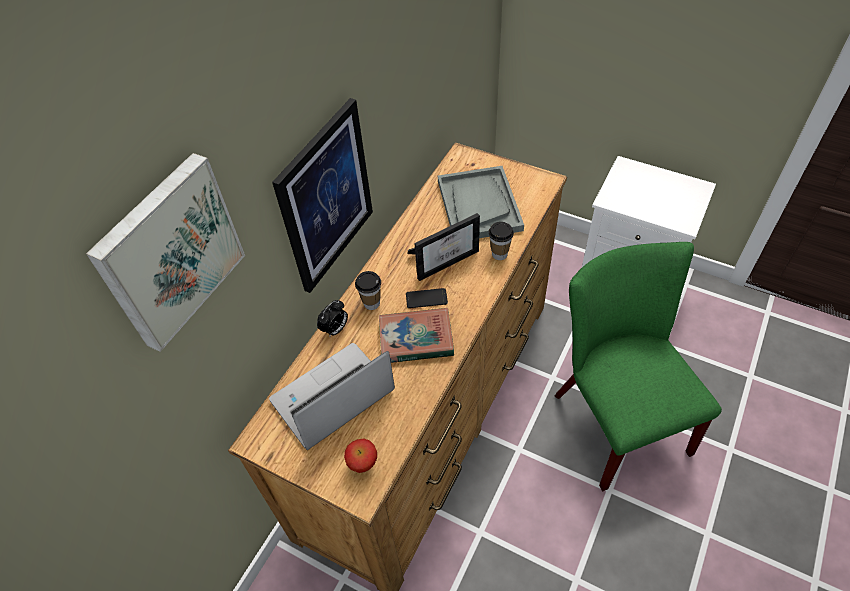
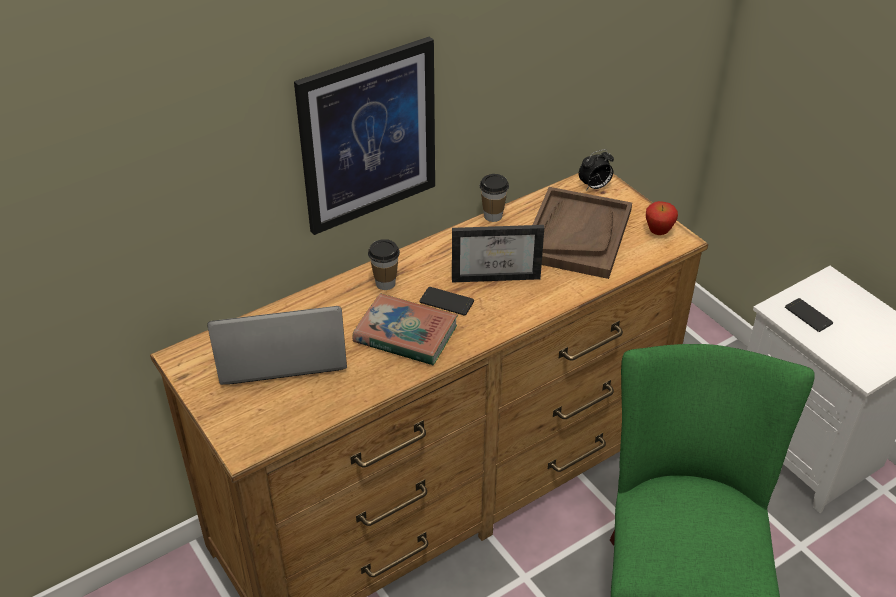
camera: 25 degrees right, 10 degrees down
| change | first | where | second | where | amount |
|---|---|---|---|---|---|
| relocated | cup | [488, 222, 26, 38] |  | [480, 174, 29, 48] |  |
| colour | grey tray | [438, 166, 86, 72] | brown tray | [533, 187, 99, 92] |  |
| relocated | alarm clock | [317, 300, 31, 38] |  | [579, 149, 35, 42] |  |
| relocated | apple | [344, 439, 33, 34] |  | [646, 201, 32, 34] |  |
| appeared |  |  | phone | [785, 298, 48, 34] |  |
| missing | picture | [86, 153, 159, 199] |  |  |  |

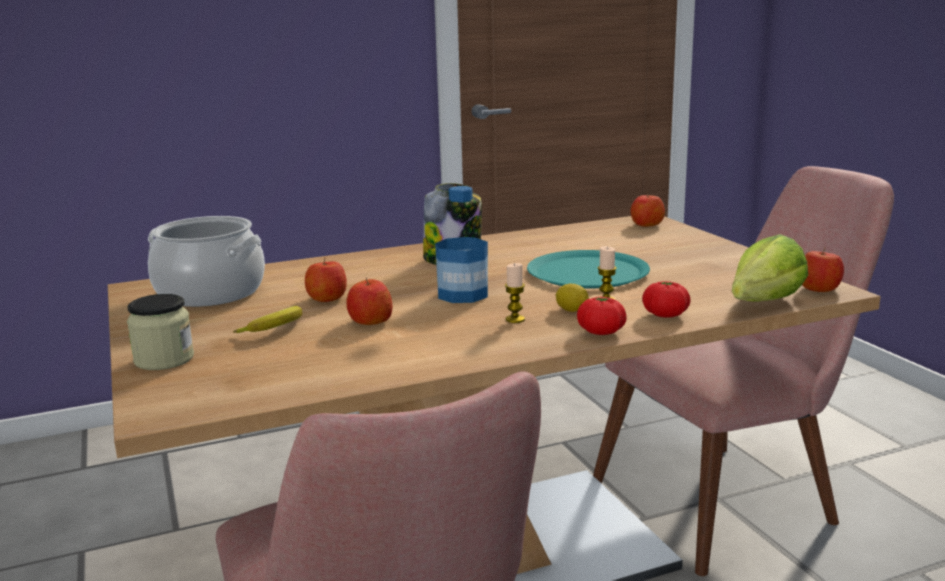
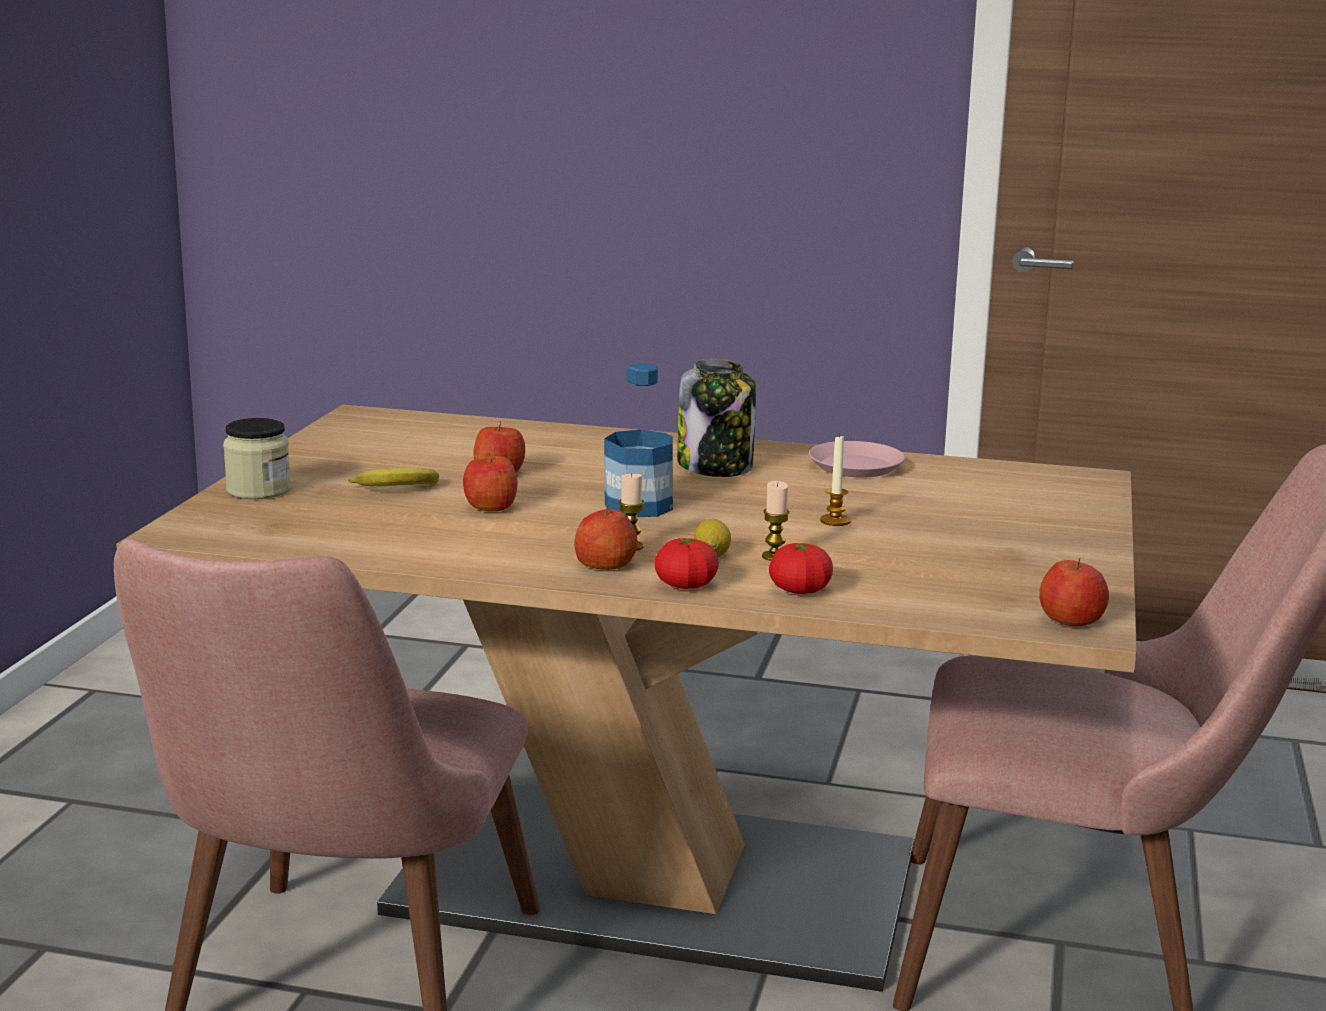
camera: 35 degrees right, 0 degrees up
| change | first | where | second | where | amount |
|---|---|---|---|---|---|
| relocated | apple | [630, 192, 35, 35] |  | [574, 504, 64, 66] |  |
| appeared |  |  | pink plate | [809, 441, 96, 36] |  |
| exchanged | turquoise plate | [527, 250, 123, 38] | candle | [820, 434, 31, 92] |  |
| missing | cooking pot | [148, 216, 117, 91] |  |  |  |
| missing | lettuce | [732, 234, 76, 68] |  |  |  |

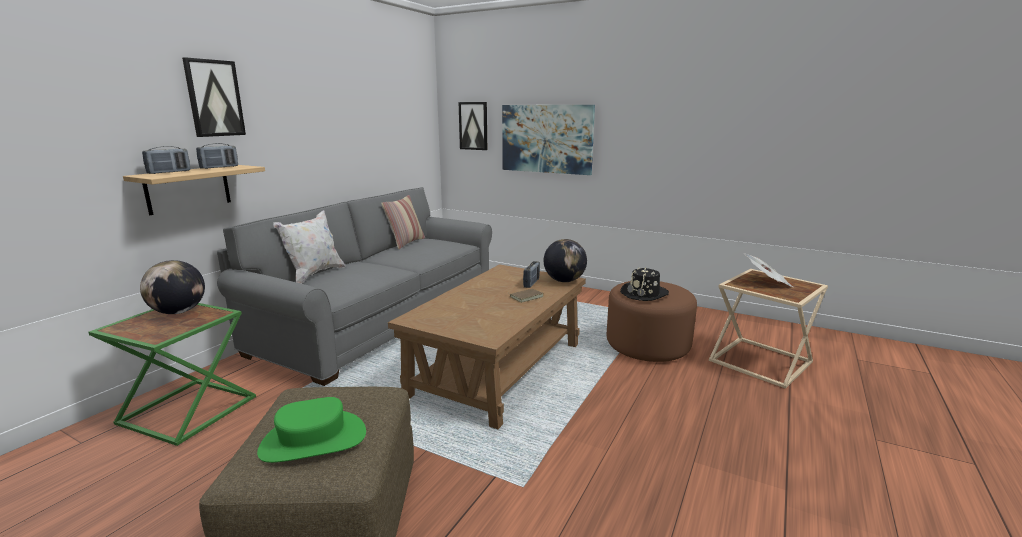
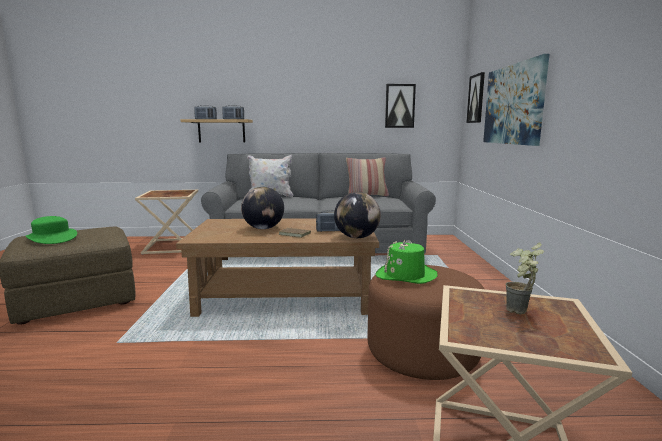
camera: 60 degrees right, 5 degrees down
| change | first | where | second | where | amount |
|---|---|---|---|---|---|
| colour | green side table | [88, 303, 168, 143] | beige side table | [135, 190, 63, 64] |  |
| relocated | globe | [140, 260, 65, 54] |  | [241, 187, 43, 42] |  |
| colour | black hat | [620, 267, 49, 34] | green hat | [376, 239, 62, 45] |  |
| relocated | picture | [182, 57, 64, 80] |  | [385, 84, 31, 44] |  |
| exchanged | newspaper | [743, 253, 50, 34] | potted plant | [505, 242, 40, 72] |  |

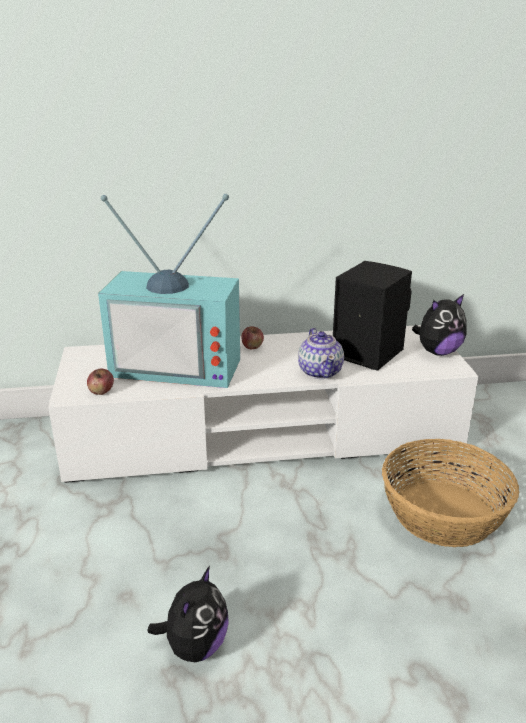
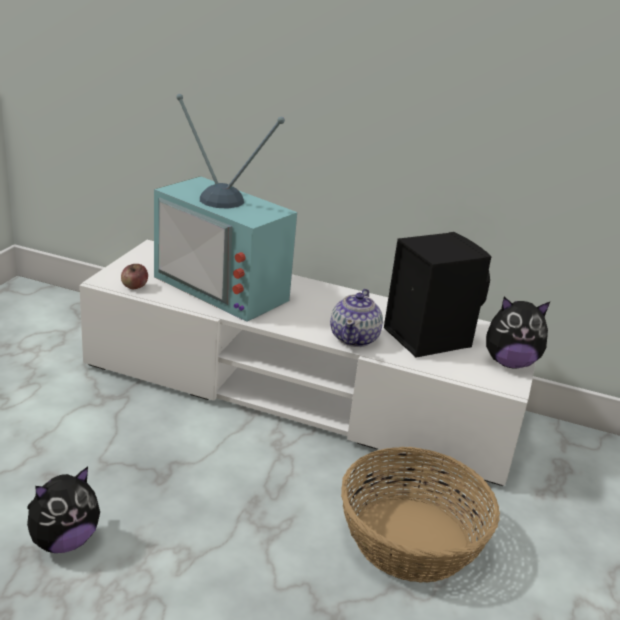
camera: 25 degrees right, 0 degrees up
| change | first | where | second | where | amount |
|---|---|---|---|---|---|
| missing | apple | [241, 326, 23, 23] |  |  |  |

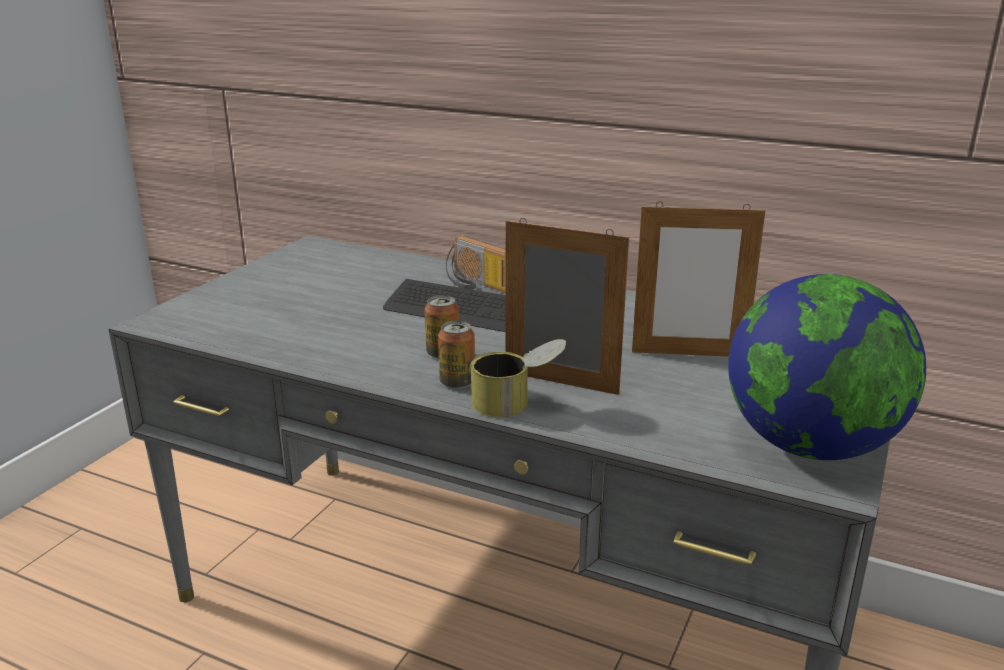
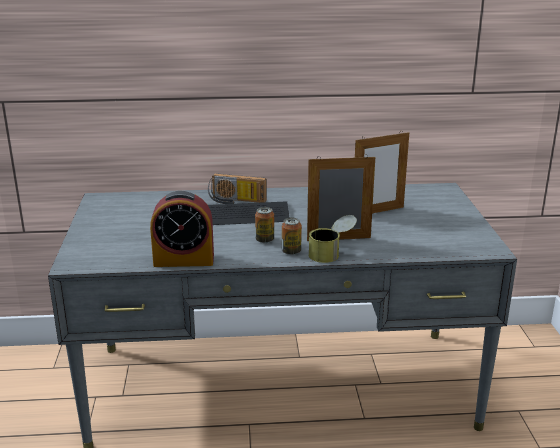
camera: 30 degrees left, 0 degrees up
| change | first | where | second | where | amount |
|---|---|---|---|---|---|
| appeared |  |  | alarm clock | [150, 191, 64, 76] |  |
| missing | globe | [728, 274, 198, 186] |  |  |  |

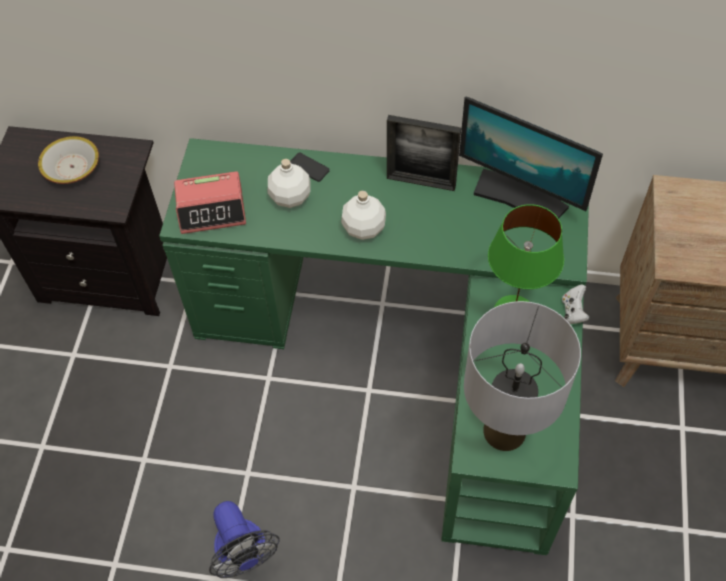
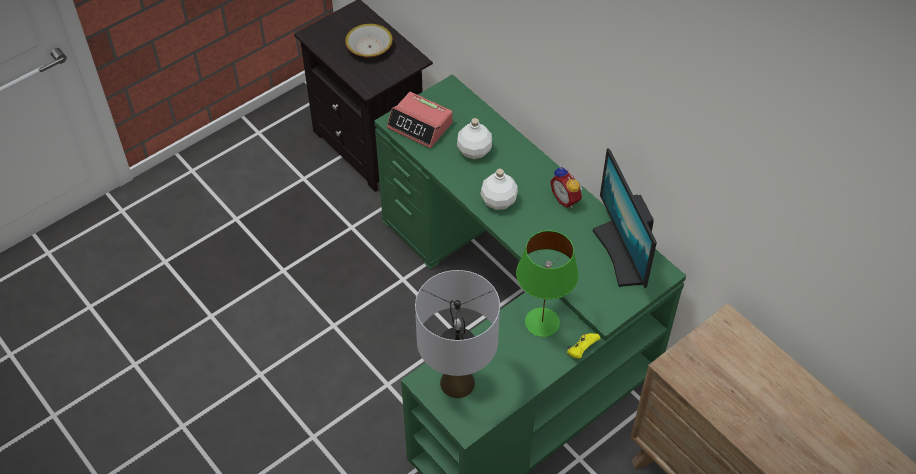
camera: 40 degrees right, 5 degrees down
| change | first | where | second | where | amount |
|---|---|---|---|---|---|
| exchanged | picture frame | [387, 115, 74, 76] | alarm clock | [550, 167, 32, 41] |  |
| colour | white game controller | [562, 284, 28, 40] | yellow game controller | [567, 333, 33, 26] |  |
| missing | fan | [209, 501, 71, 77] |  |  |  |
| missing | phone | [290, 153, 40, 29] |  |  |  |

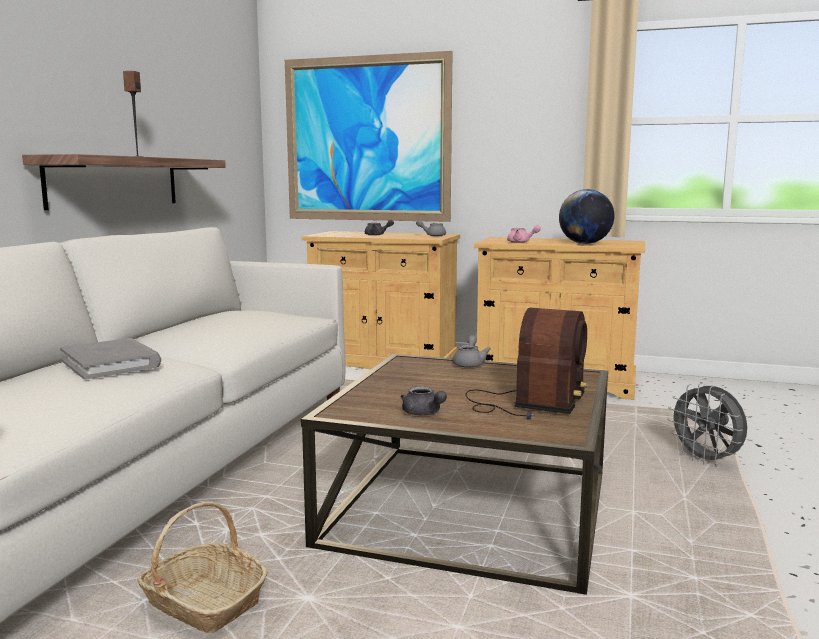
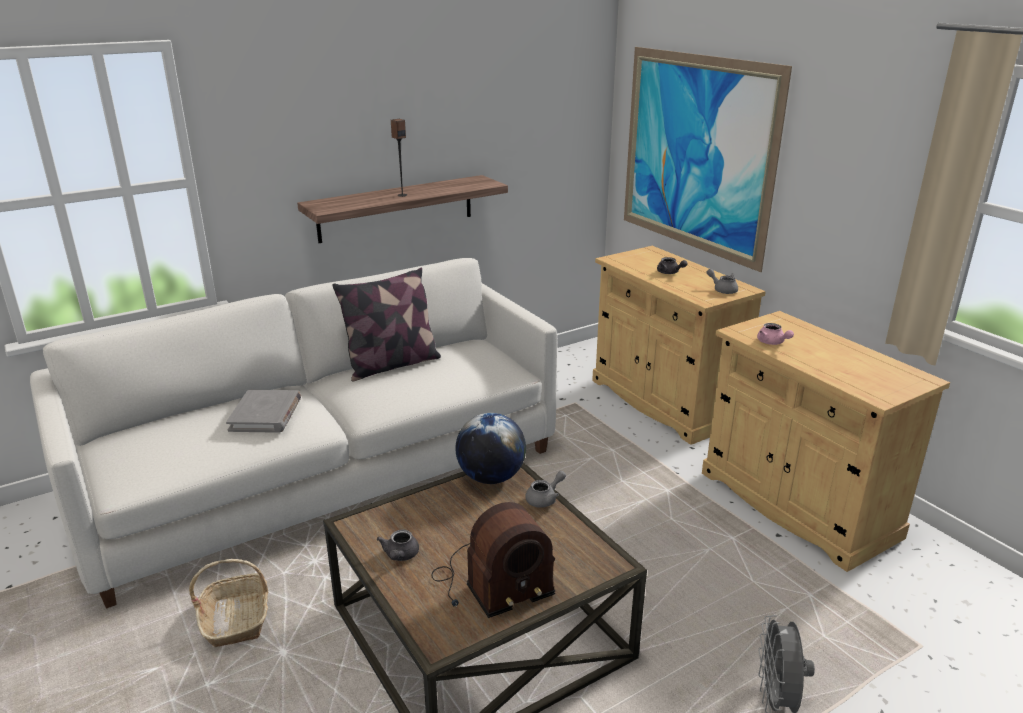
camera: 40 degrees right, 15 degrees up
| change | first | where | second | where | amount |
|---|---|---|---|---|---|
| appeared |  |  | pillow | [332, 268, 109, 113] |  |
| relocated | globe | [559, 189, 55, 55] |  | [455, 413, 71, 71] |  |

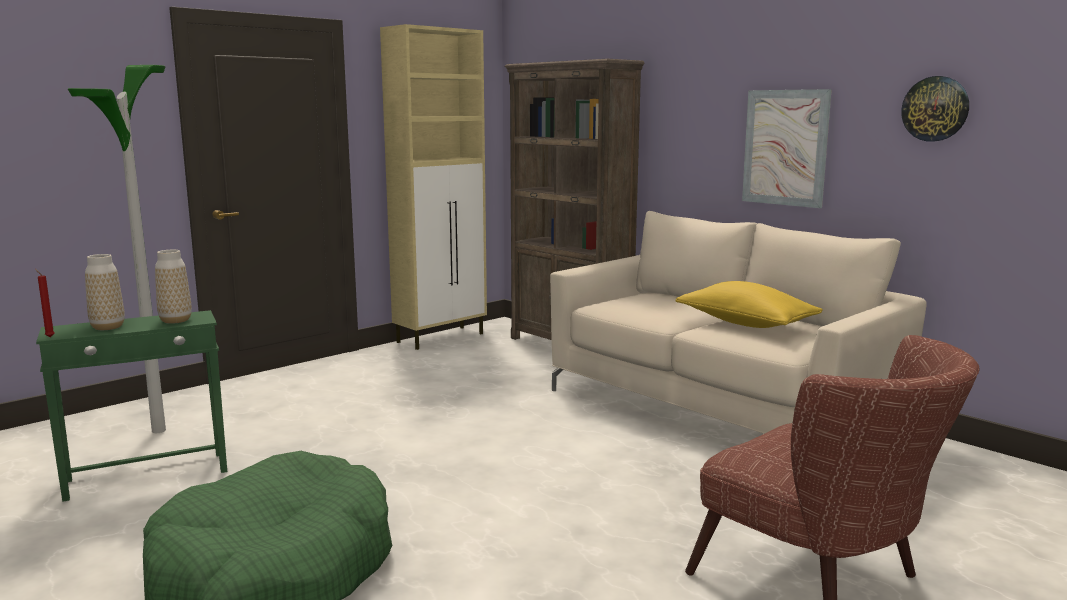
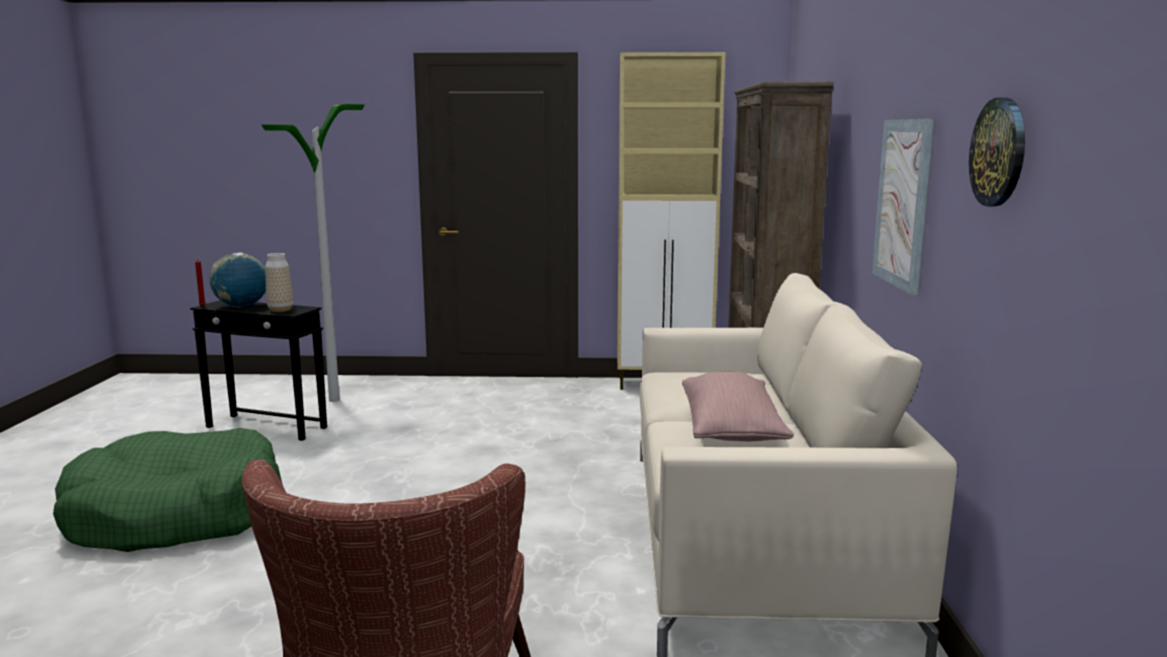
camera: 45 degrees right, 0 degrees up
| change | first | where | second | where | amount |
|---|---|---|---|---|---|
| colour | green side table | [36, 310, 191, 192] | black side table | [190, 300, 137, 141] |  |
| exchanged | vase | [85, 254, 40, 76] | globe | [210, 252, 56, 55] |  |
| colour | yellow pillow | [675, 281, 148, 47] | pink pillow | [682, 372, 112, 69] |  |

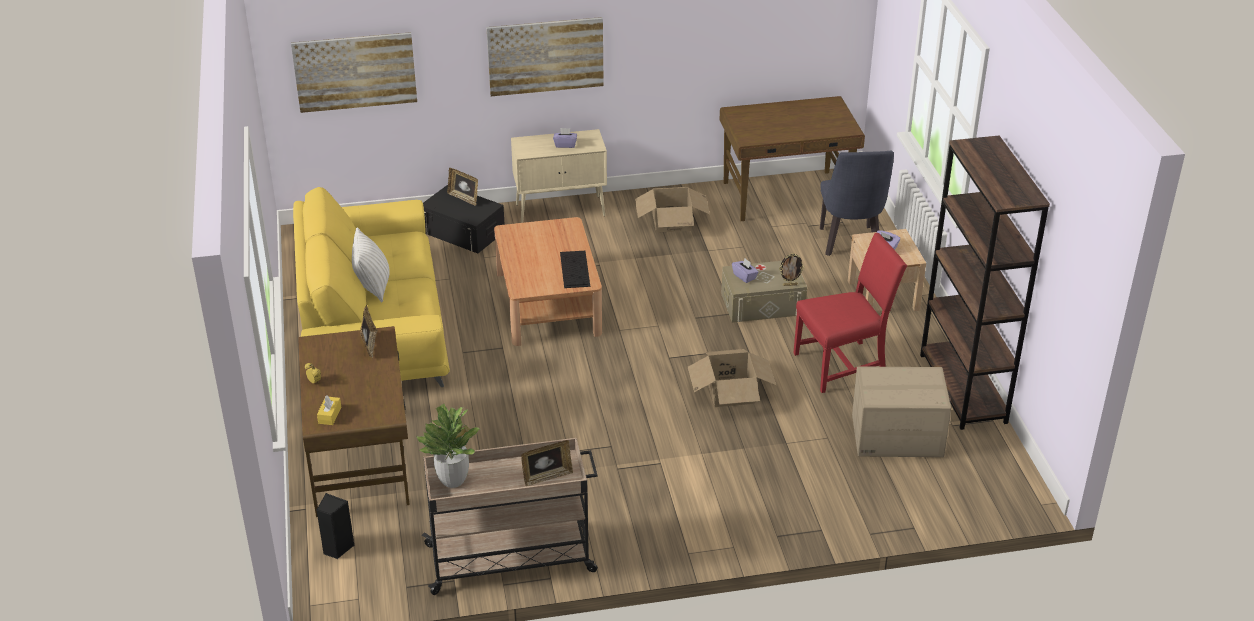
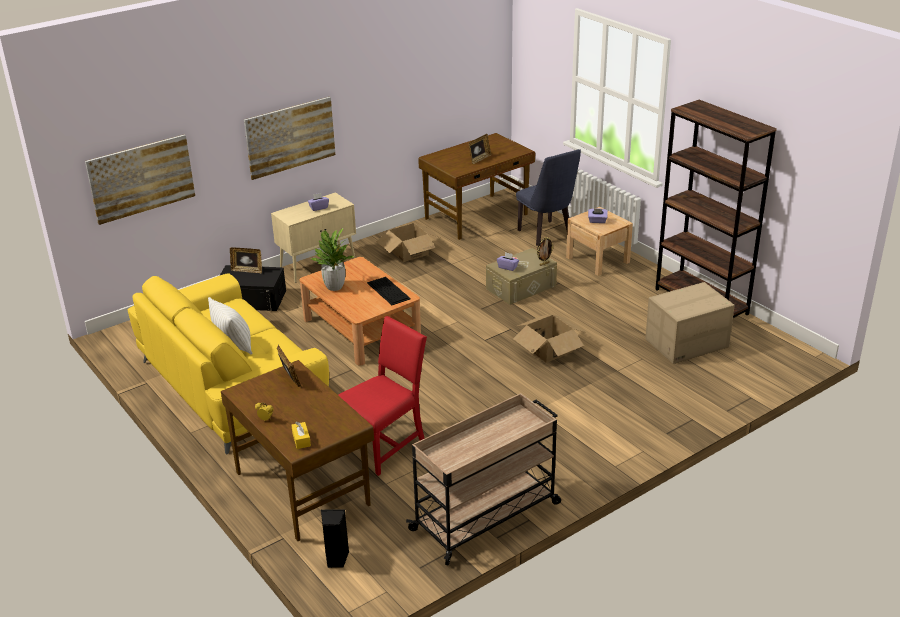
camera: 25 degrees left, 5 degrees down
| change | first | where | second | where | amount |
|---|---|---|---|---|---|
| relocated | potted plant | [417, 403, 63, 85] |  | [310, 228, 44, 63] |  |
| relocated | red chair | [793, 233, 114, 160] |  | [338, 316, 89, 160] |  |
| relocated | picture frame | [521, 440, 52, 46] |  | [469, 134, 23, 30] |  |

